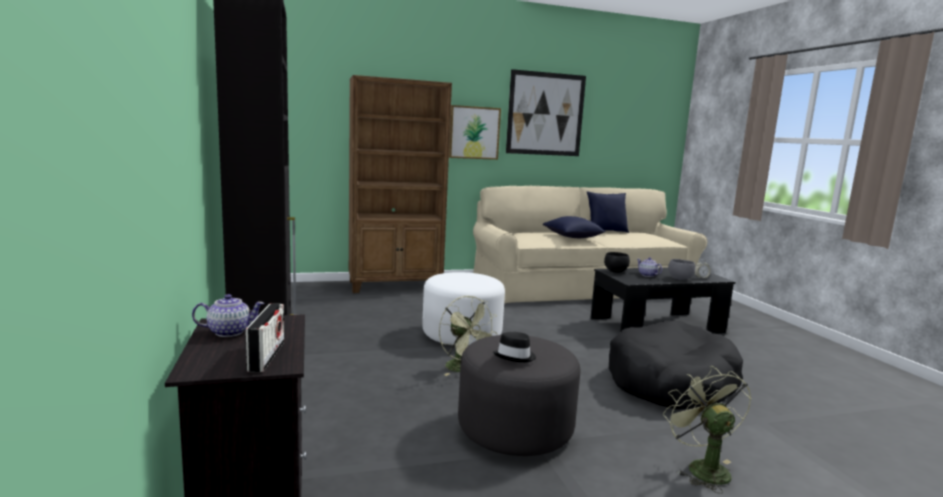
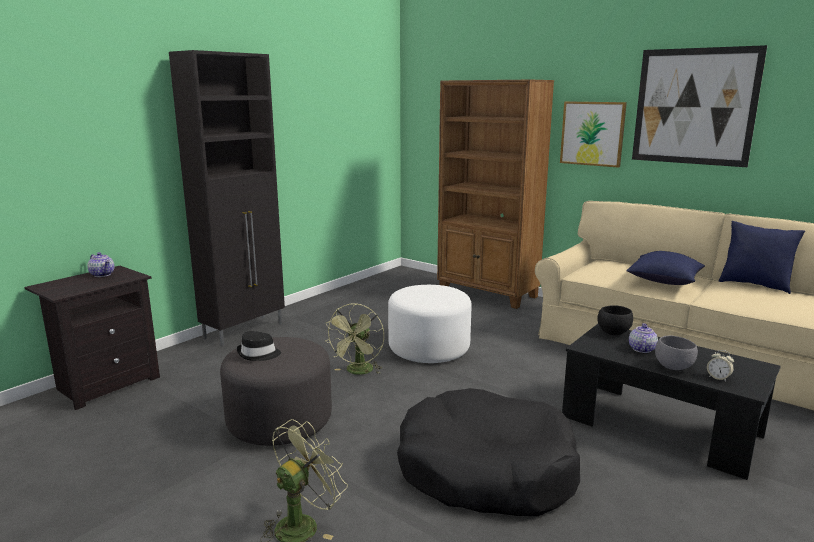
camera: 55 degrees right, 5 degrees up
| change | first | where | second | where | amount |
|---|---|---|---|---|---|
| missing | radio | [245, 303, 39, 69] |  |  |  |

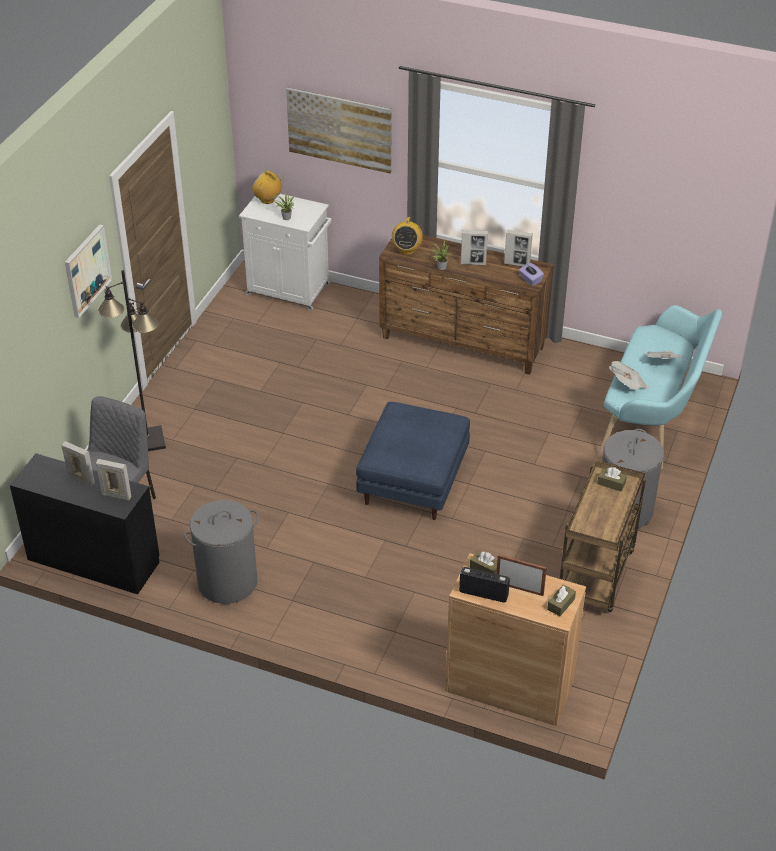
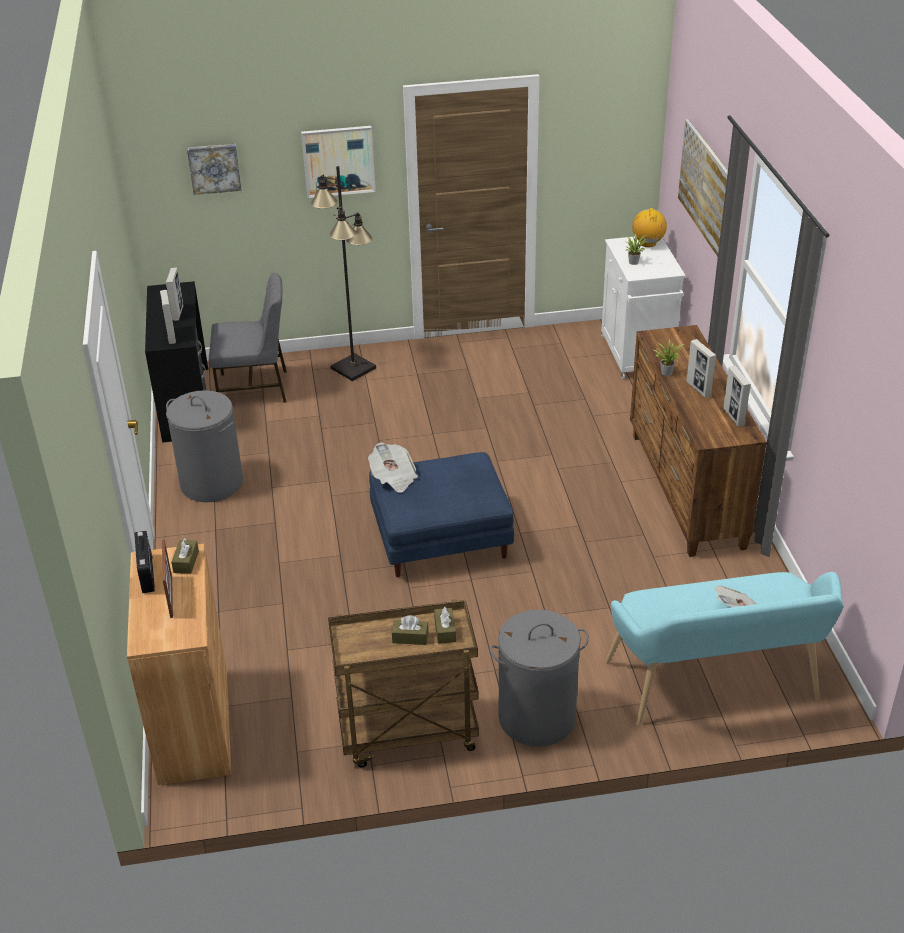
camera: 60 degrees right, 5 degrees down
| change | first | where | second | where | amount |
|---|---|---|---|---|---|
| appeared |  |  | picture | [187, 144, 54, 51] |  |
| relocated | newspaper | [609, 361, 40, 29] |  | [368, 443, 50, 50] |  |
| relocated | brown tissue box | [547, 585, 29, 31] |  | [392, 615, 37, 30] |  |
| missing | radio | [392, 216, 31, 39] |  |  |  |
| missing | purple tissue box | [519, 262, 25, 24] |  |  |  |

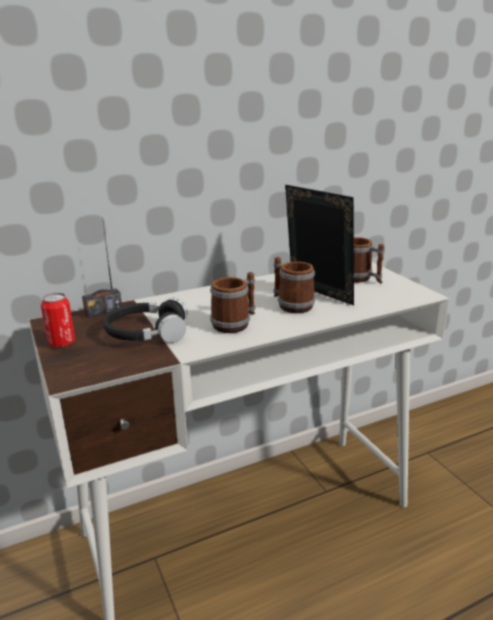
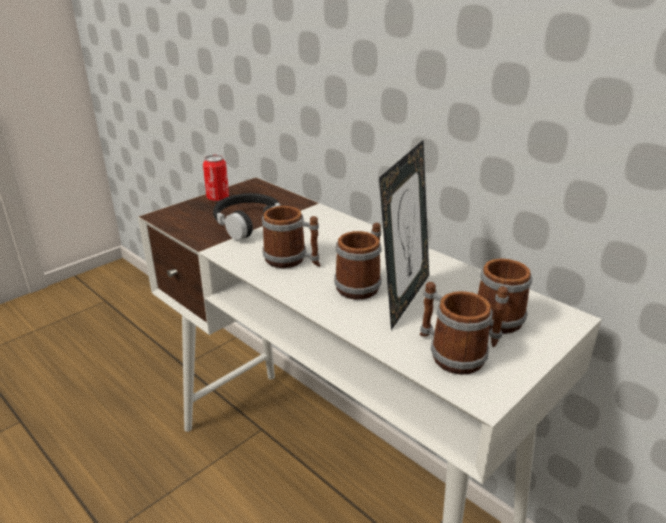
camera: 70 degrees right, 5 degrees up
| change | first | where | second | where | amount |
|---|---|---|---|---|---|
| appeared |  |  | mug | [420, 282, 73, 93] |  |
| missing | radio | [82, 217, 40, 101] |  |  |  |

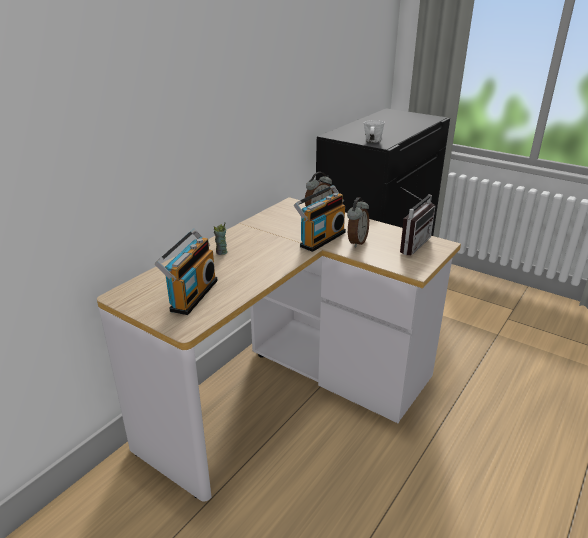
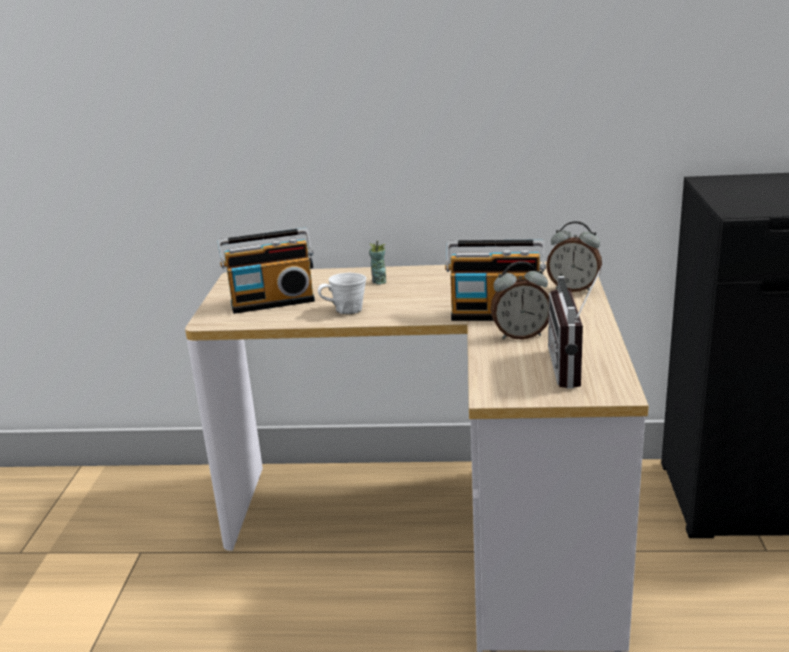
camera: 60 degrees right, 5 degrees down
| change | first | where | second | where | amount |
|---|---|---|---|---|---|
| relocated | white mug | [364, 120, 21, 23] |  | [318, 273, 48, 41] |  |
| spun | radio | [400, 187, 35, 68] |  | [548, 265, 55, 124] | 90 degrees clockwise |

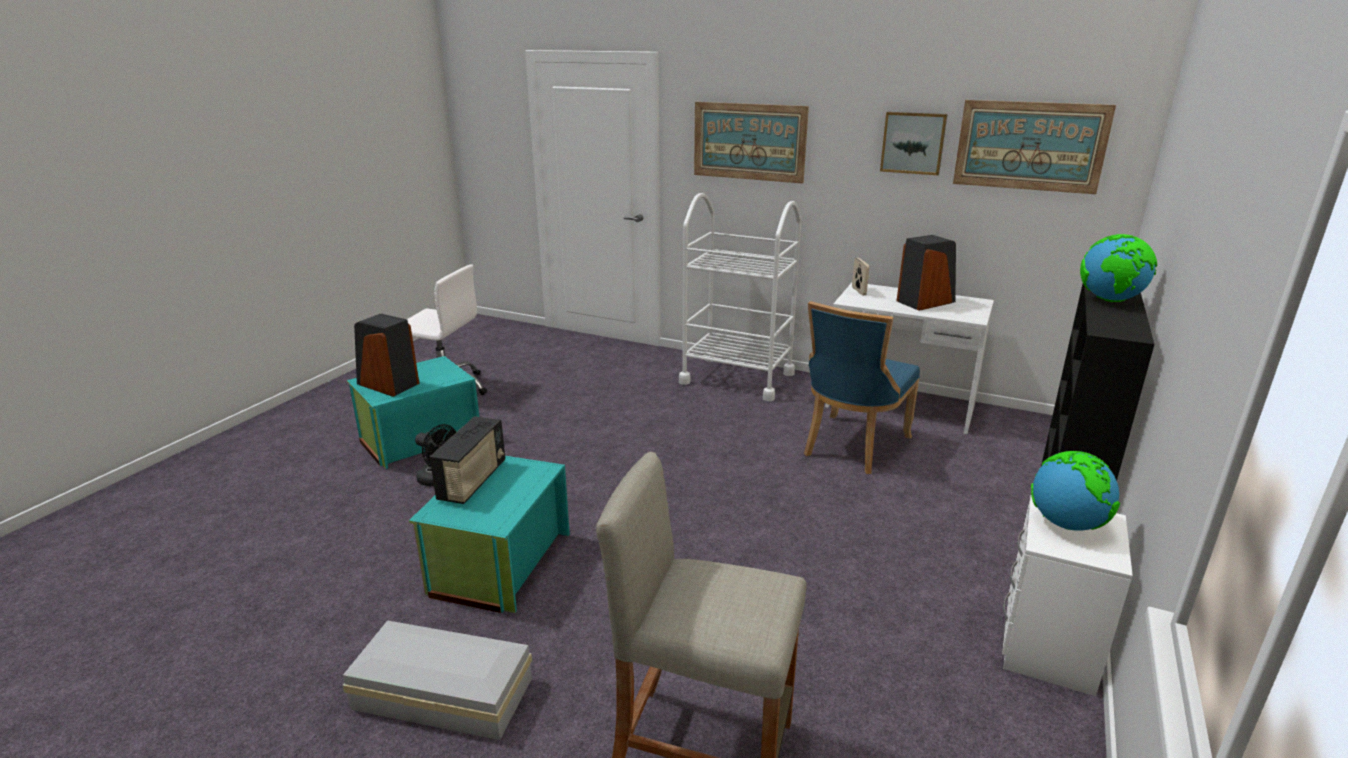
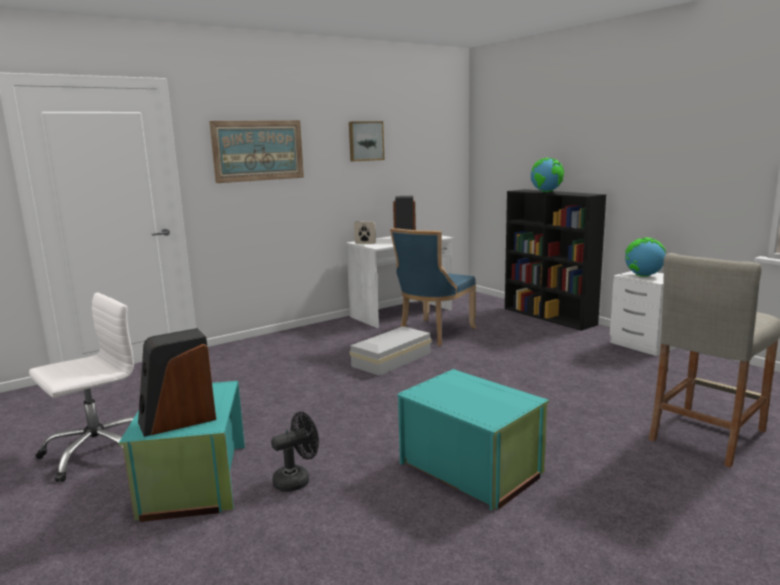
camera: 60 degrees left, 10 degrees down
| change | first | where | second | where | amount |
|---|---|---|---|---|---|
| relocated | white storage box | [342, 620, 190, 120] |  | [350, 326, 82, 50] |  |
| spun | blue chair | [804, 301, 116, 173] |  | [390, 228, 86, 118] | 60 degrees clockwise |
| missing | radio | [430, 416, 75, 88] |  |  |  |
| missing | white cart | [679, 193, 122, 208] |  |  |  |
| missing | picture | [953, 100, 163, 94] |  |  |  |

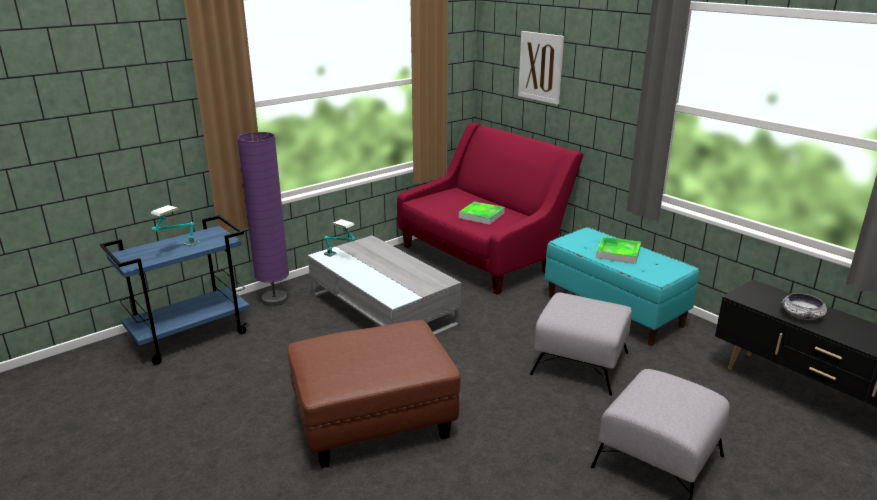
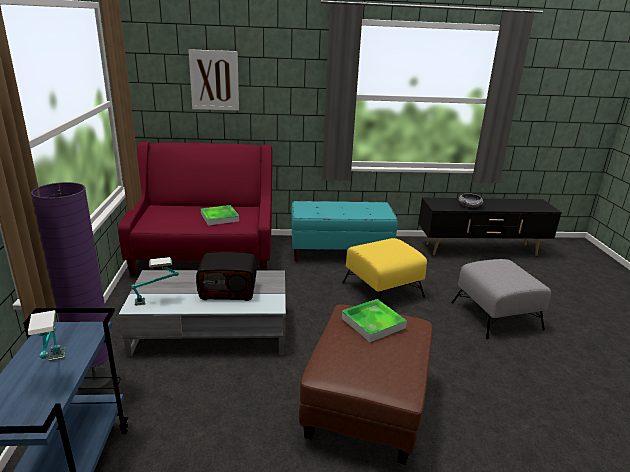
camera: 55 degrees left, 0 degrees up
| change | first | where | second | where | amount |
|---|---|---|---|---|---|
| appeared |  |  | radio | [196, 252, 61, 49] |  |
| relocated | tray | [596, 237, 45, 27] |  | [341, 299, 66, 43] |  |
| colour | grey ottoman | [530, 292, 102, 104] | yellow ottoman | [342, 238, 85, 62] |  |

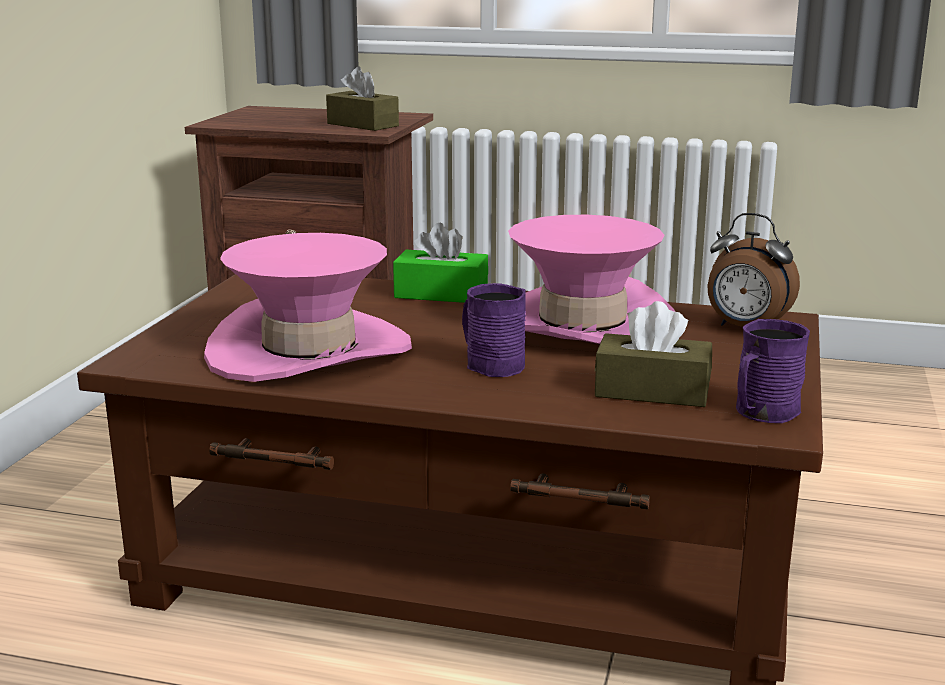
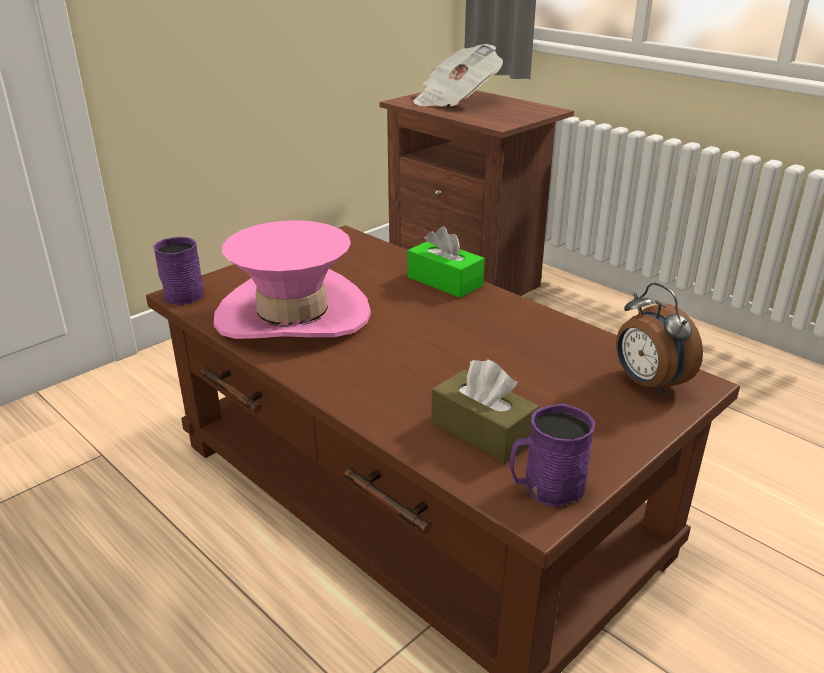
camera: 30 degrees right, 10 degrees up
| change | first | where | second | where | amount |
|---|---|---|---|---|---|
| relocated | purple mug | [462, 283, 64, 94] |  | [153, 237, 51, 68] |  |
| appeared |  |  | newspaper | [413, 44, 90, 63] |  |
| missing | brown tissue box | [326, 67, 73, 64] |  |  |  |
| missing | pink hat | [508, 215, 167, 129] |  |  |  |

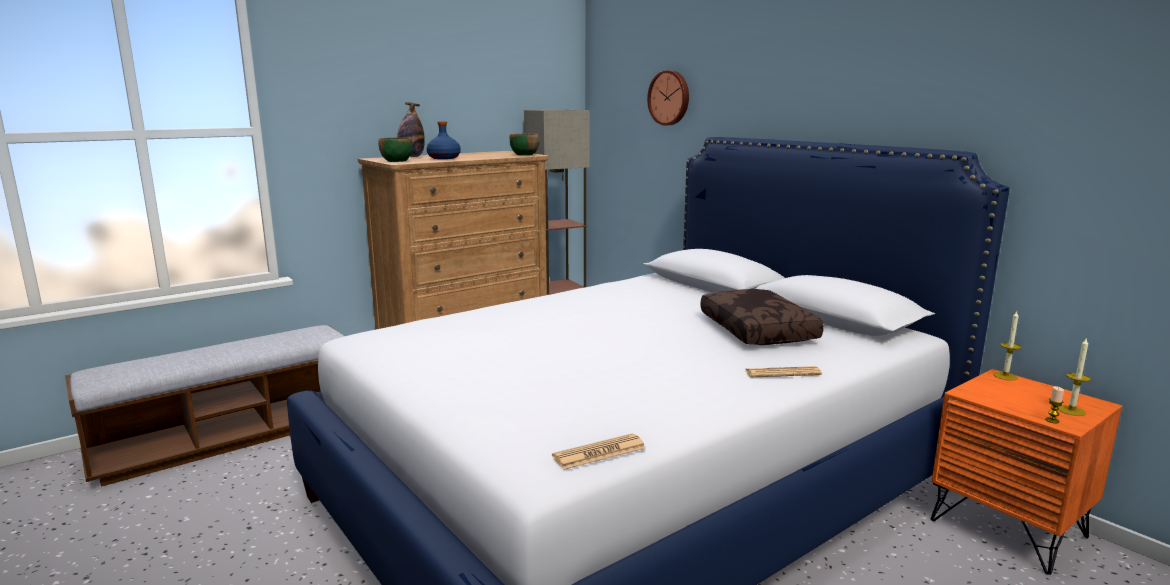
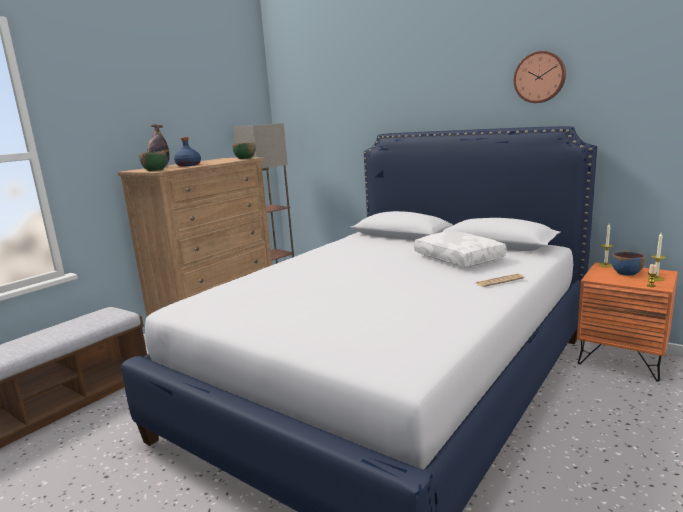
camera: 15 degrees left, 0 degrees up
| change | first | where | second | where | amount |
|---|---|---|---|---|---|
| colour | brown pillow | [700, 289, 124, 56] | white pillow | [414, 231, 93, 36] |  |
| relocated | wall clock | [647, 70, 42, 55] |  | [514, 51, 52, 52] |  |
| appeared |  |  | blue bowl | [611, 251, 34, 25] |  |
| missing | newspaper | [552, 434, 94, 36] |  |  |  |

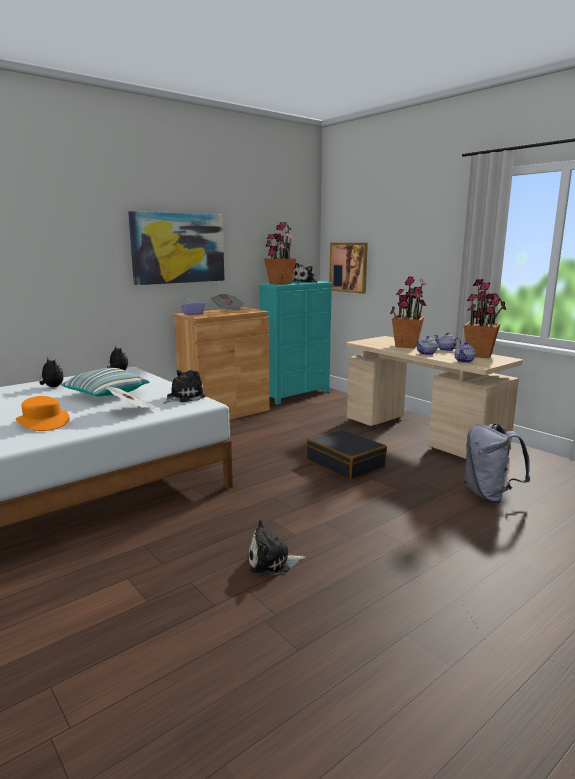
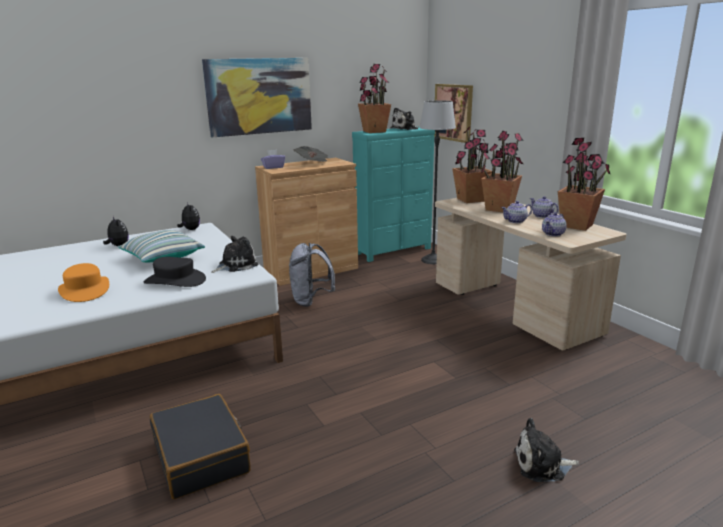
camera: 10 degrees right, 5 degrees up
| change | first | where | second | where | amount |
|---|---|---|---|---|---|
| exchanged | newspaper | [102, 386, 55, 24] | black hat | [144, 257, 62, 30] |  |
| relocated | black suitcase | [307, 429, 80, 51] |  | [150, 394, 101, 105] |  |
| relocated | grey backpack | [464, 423, 66, 80] |  | [289, 243, 46, 64] |  |
| appeared |  |  | floor lamp | [419, 100, 37, 164] |  |
| appeared |  |  | potted plant | [452, 126, 40, 77] |  |
| relocated | plush toy | [249, 520, 57, 56] |  | [514, 418, 65, 64] |  |

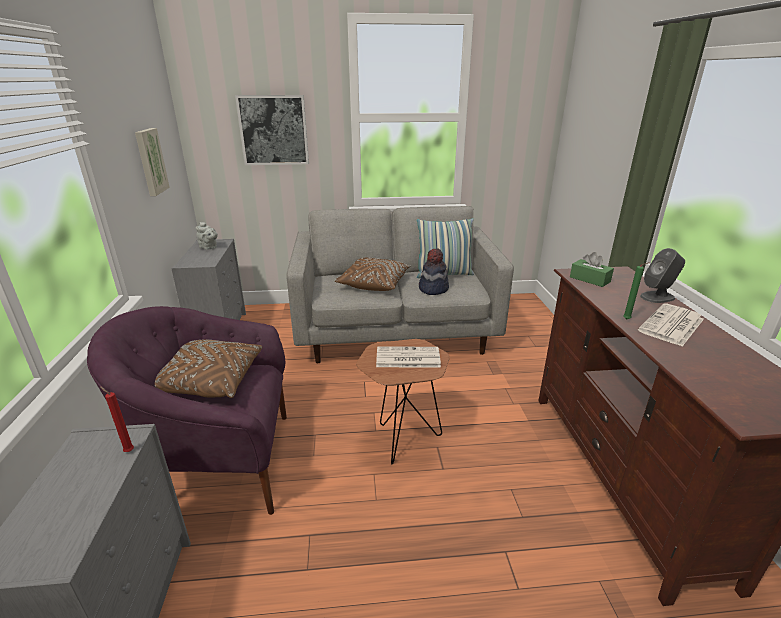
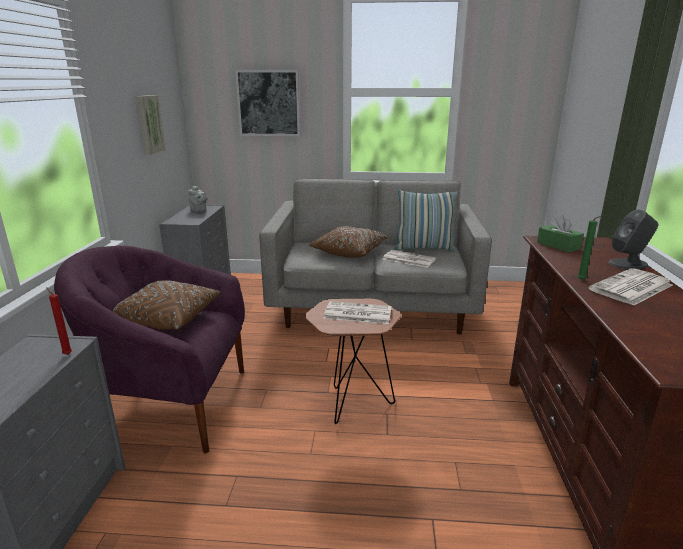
camera: 10 degrees right, 5 degrees down
| change | first | where | second | where | amount |
|---|---|---|---|---|---|
| exchanged | hat | [419, 248, 30, 47] | newspaper | [382, 250, 54, 18] |  |

